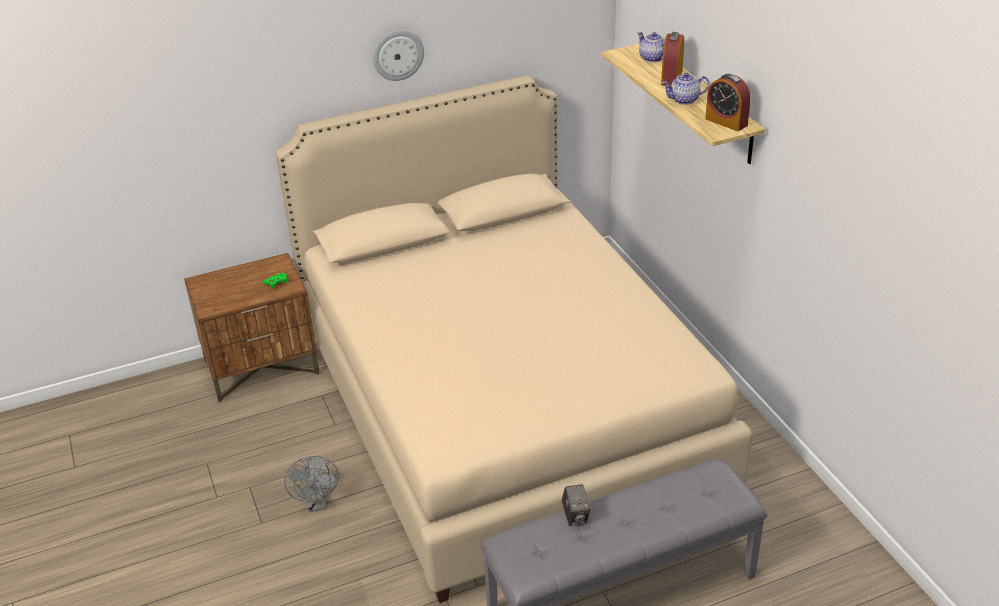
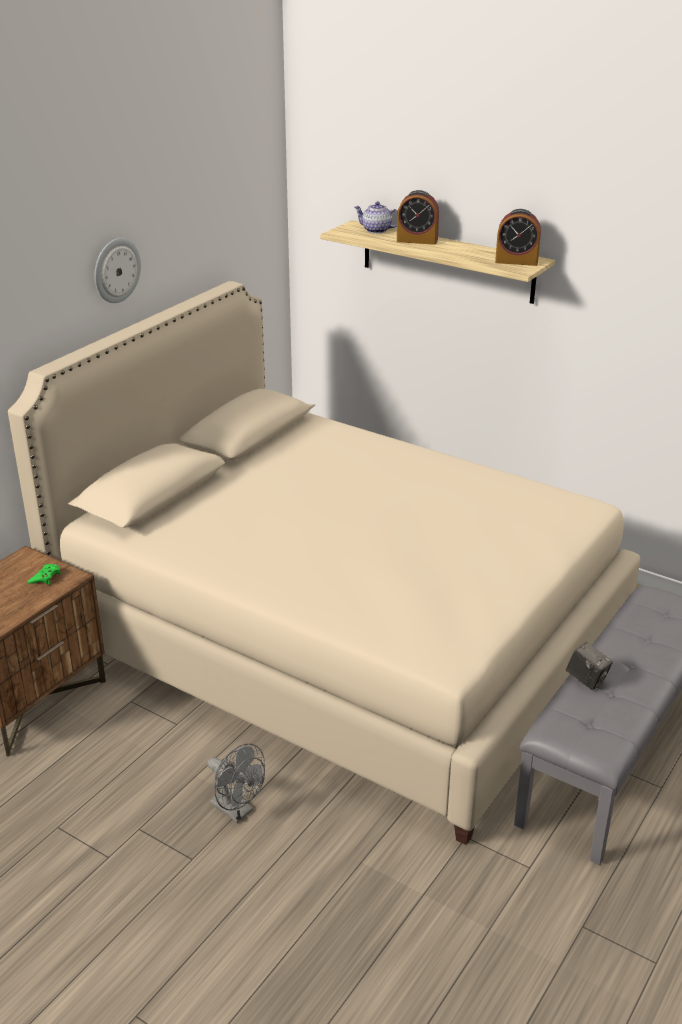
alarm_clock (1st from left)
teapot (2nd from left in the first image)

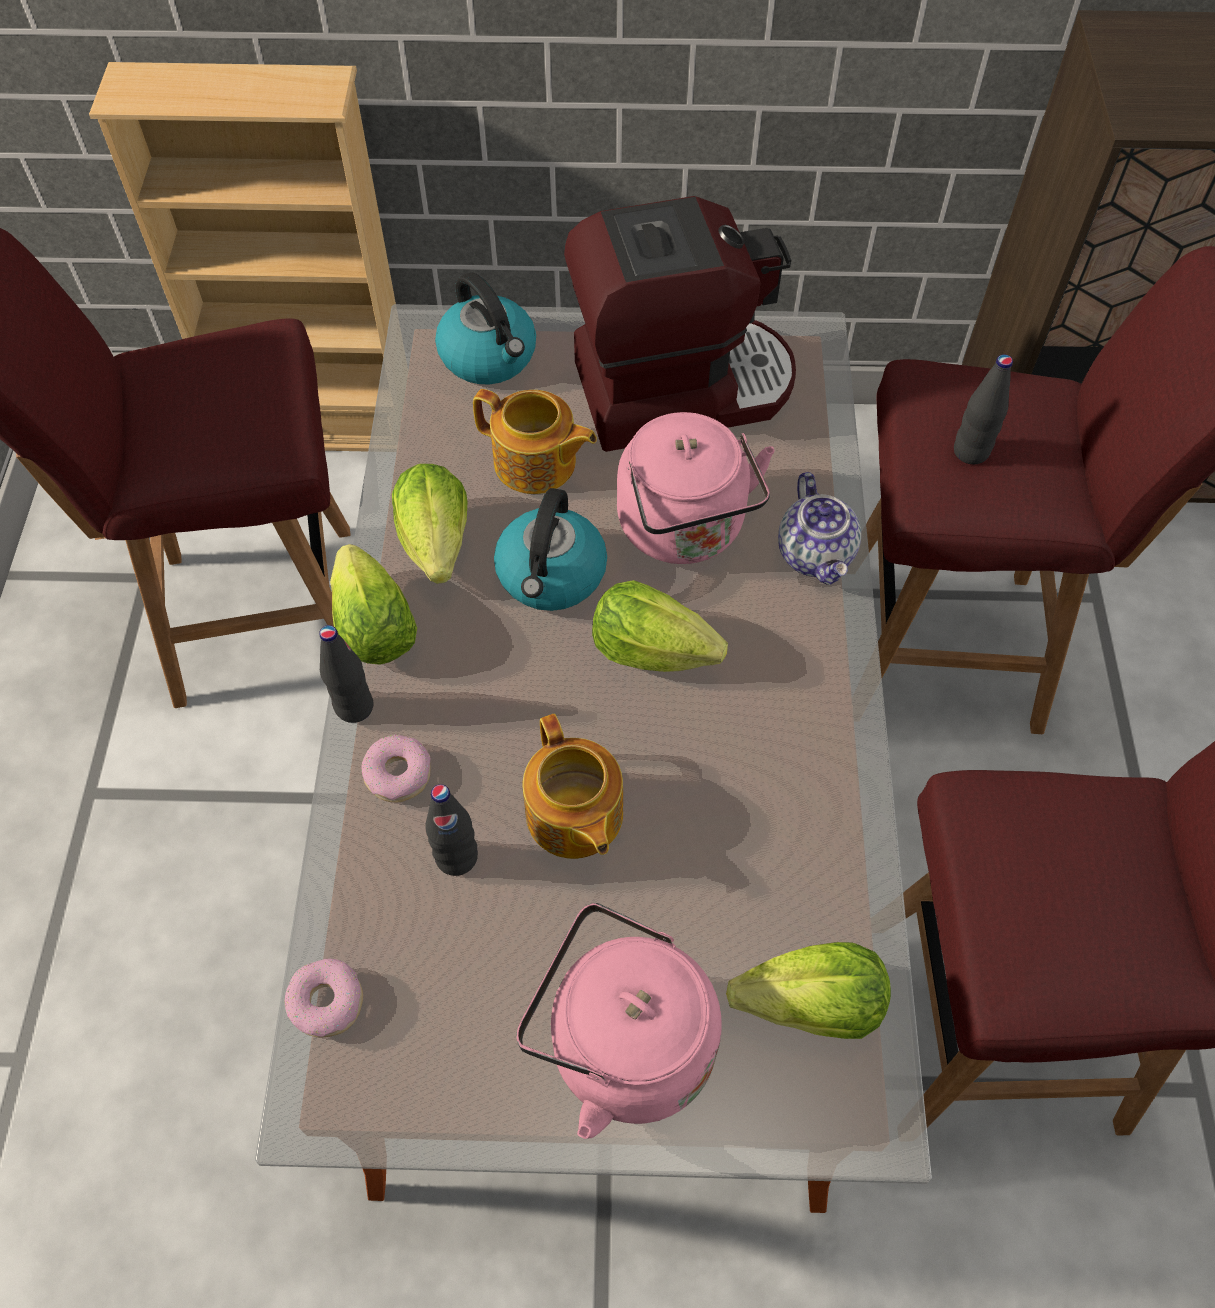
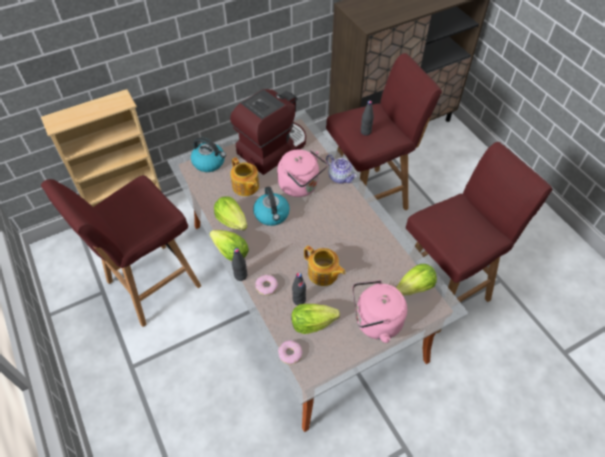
teapot (1st from left)
lettuce (3rd from left)

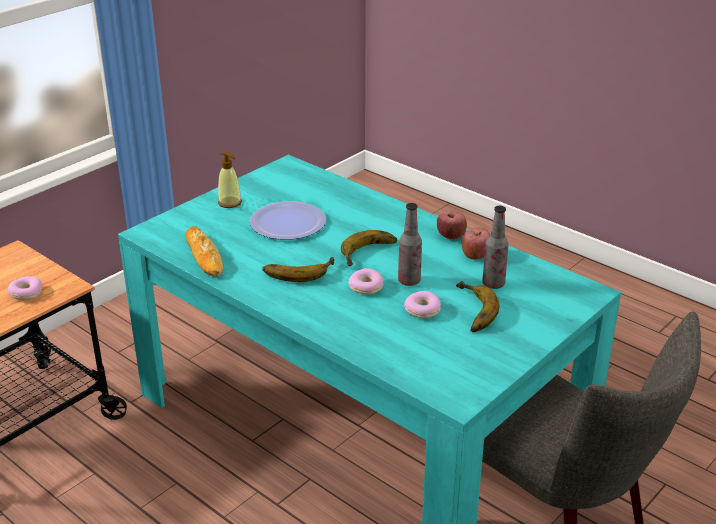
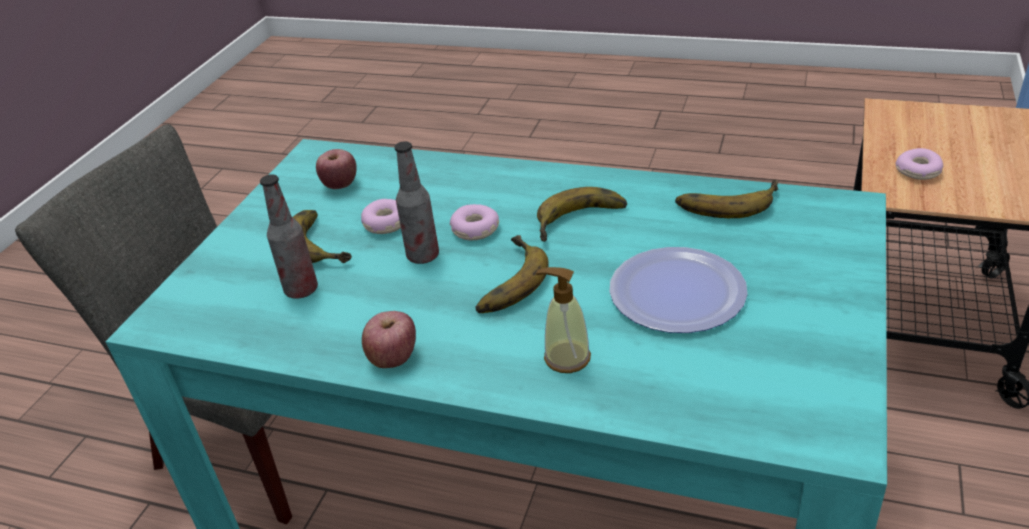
soap_dispenser
banana (4th from left)
apple (1st from left)

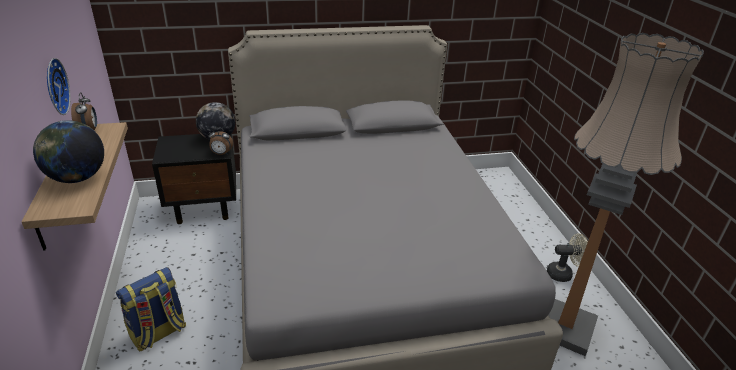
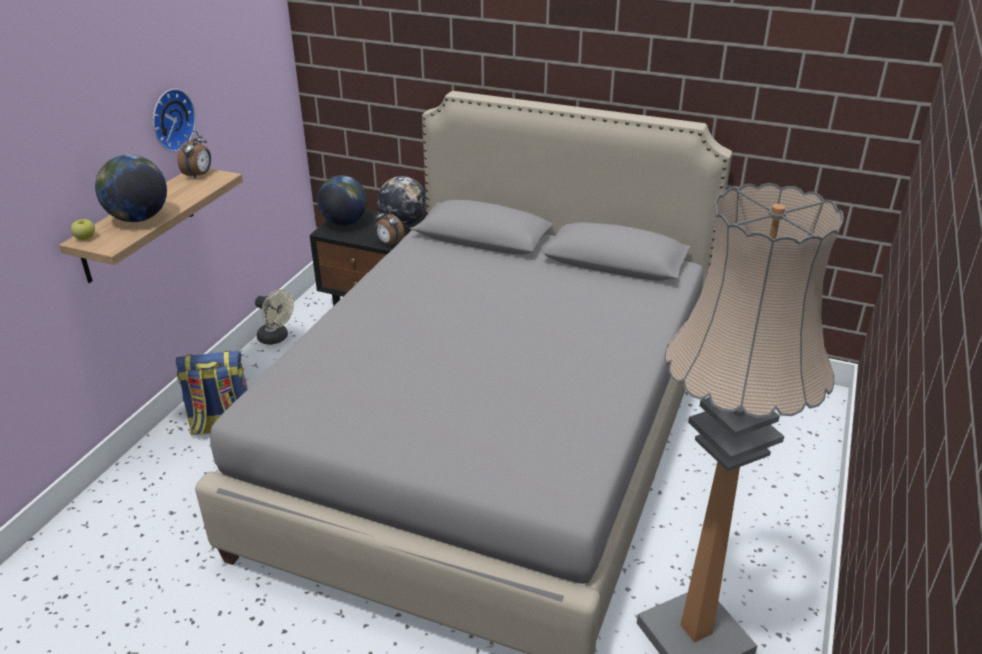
beige_fan
globe (2nd from left)
apple

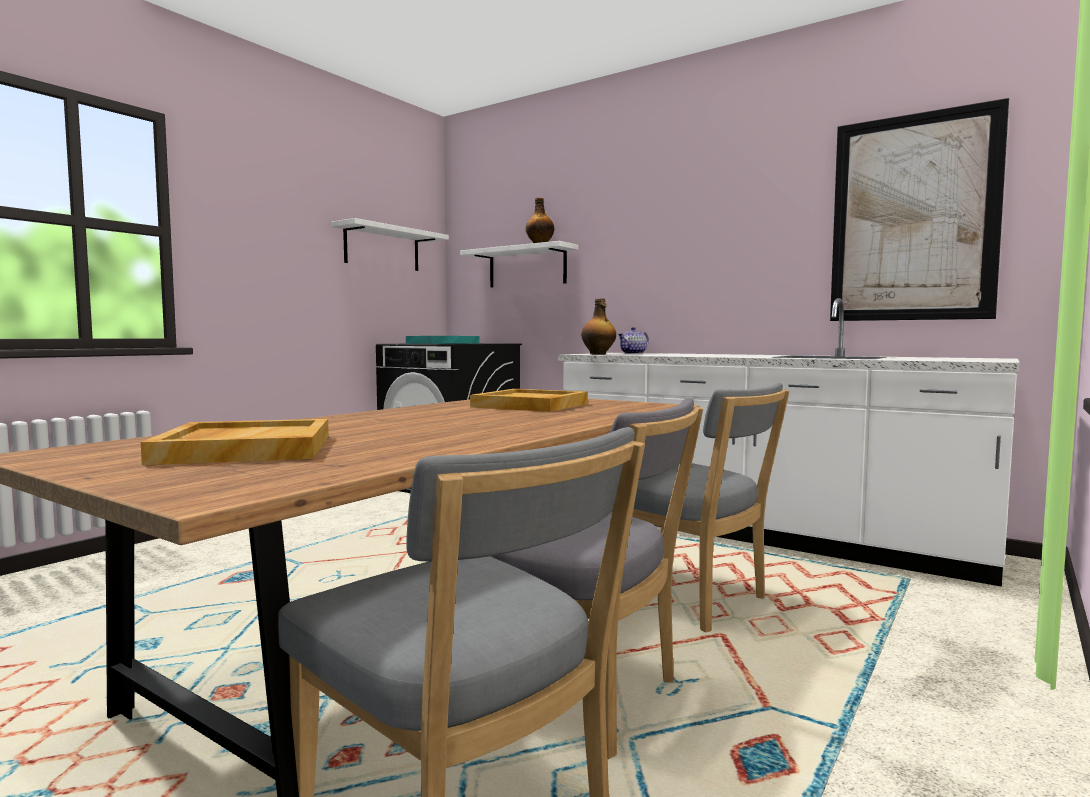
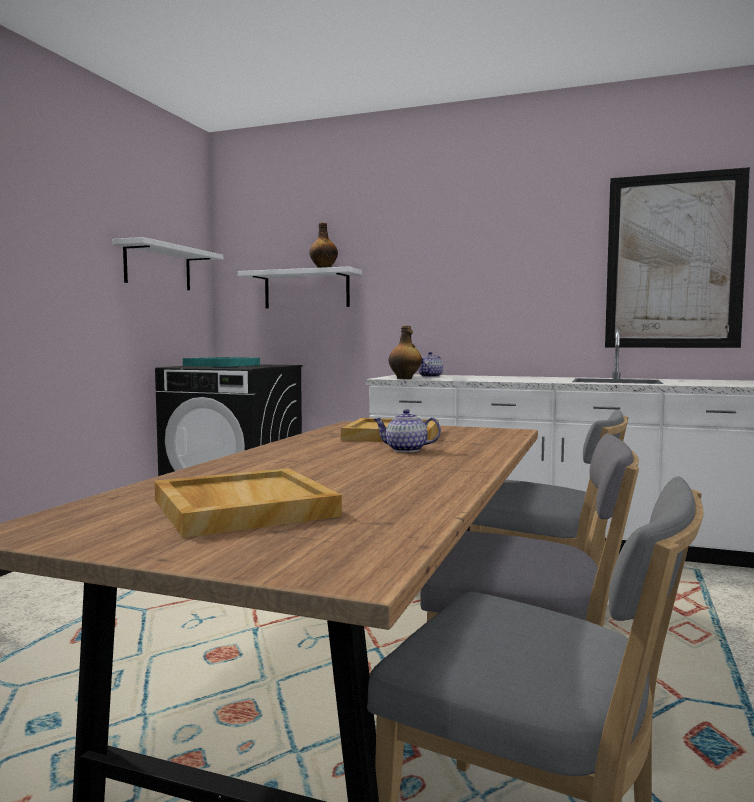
teapot (1st from left)

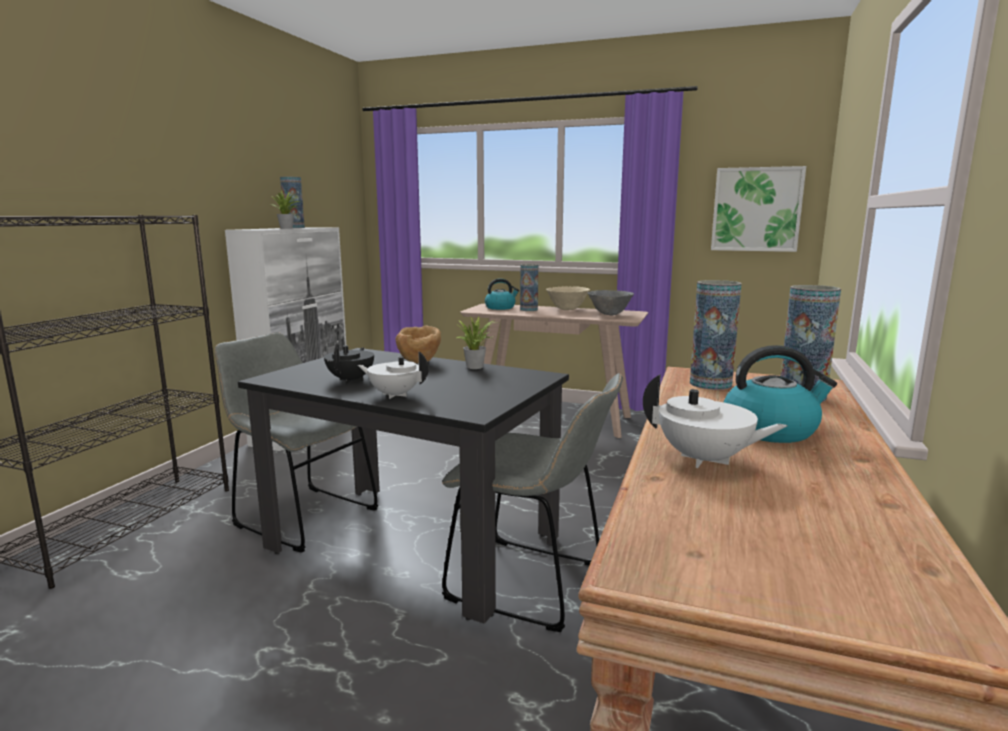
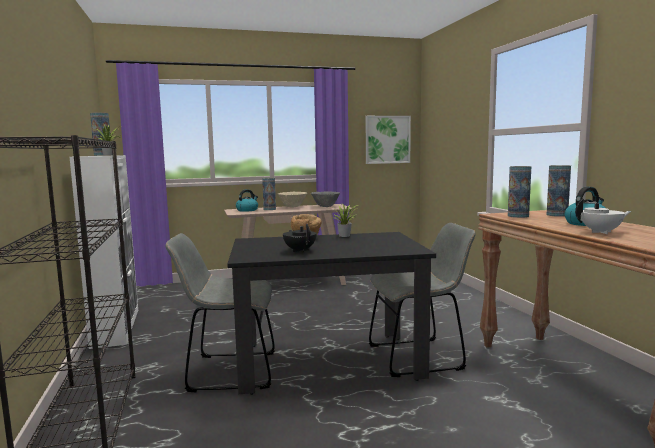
white_teapot (1st from left in the first image)

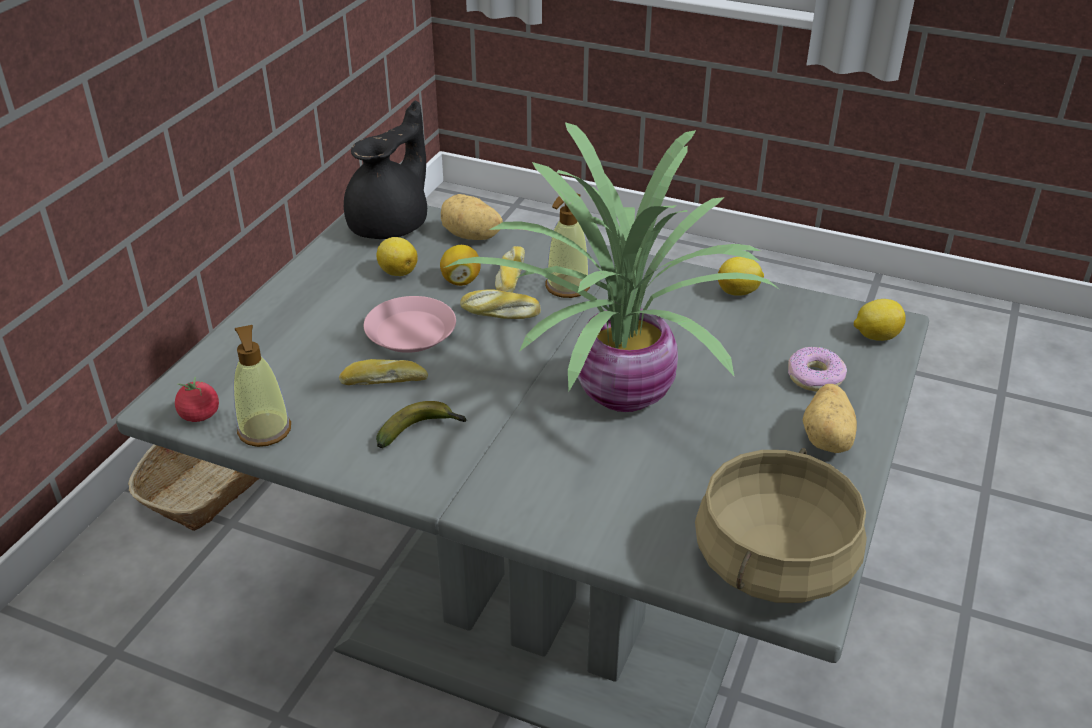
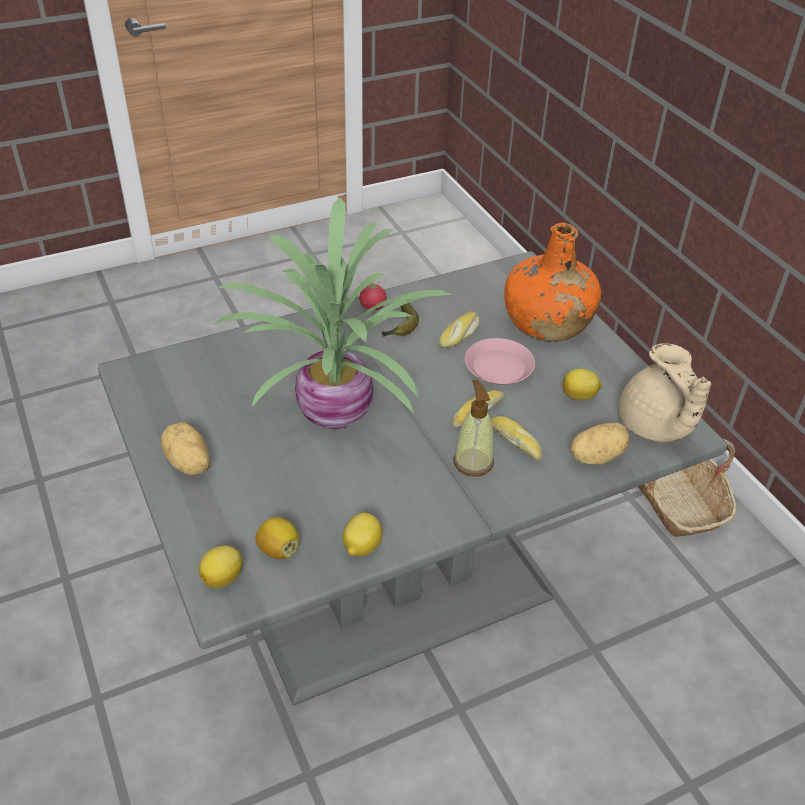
beige_teapot
lemon (2nd from left)
soap_dispenser (1st from left in the first image)
donut
tomato
beige_cooking_pot
orange_bottle

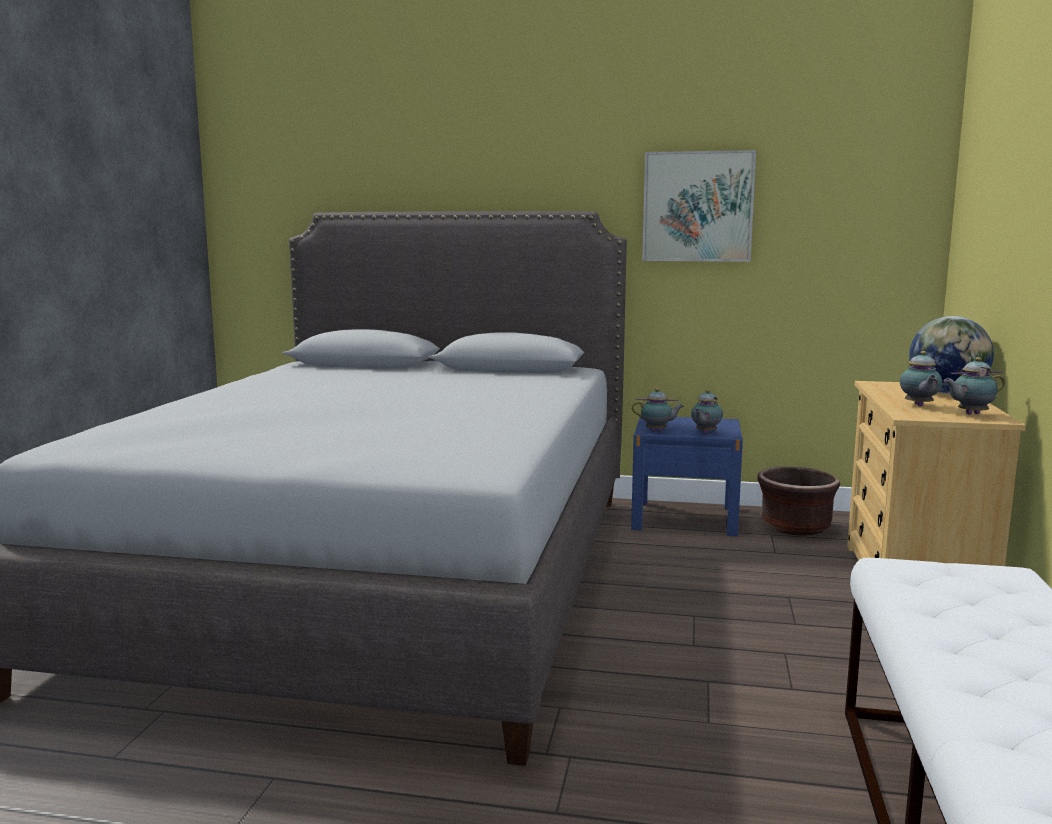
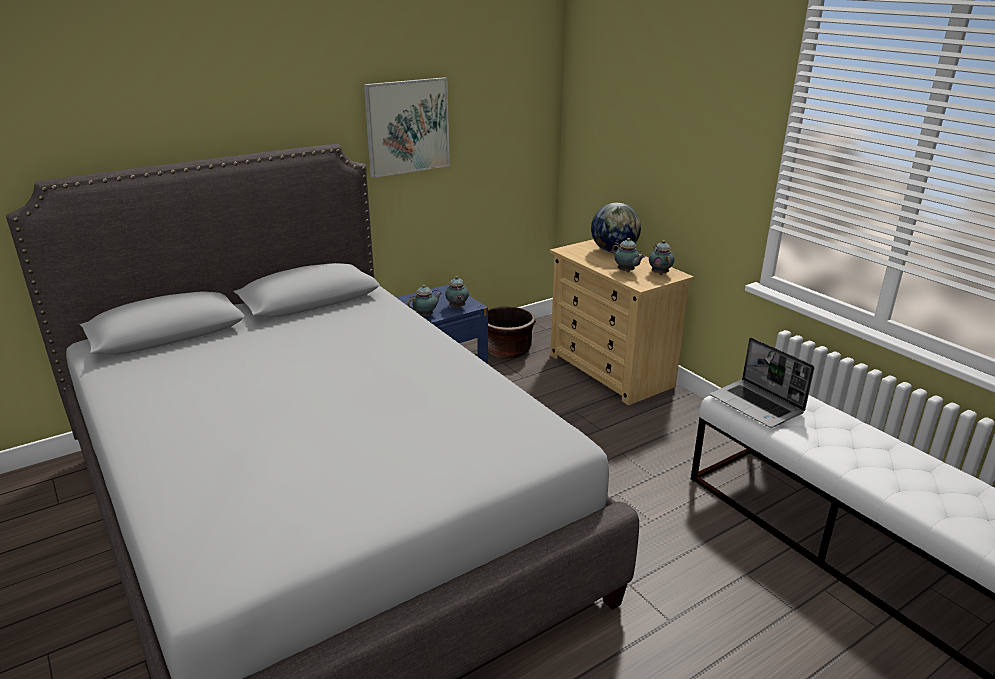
teapot (4th from left)
laptop

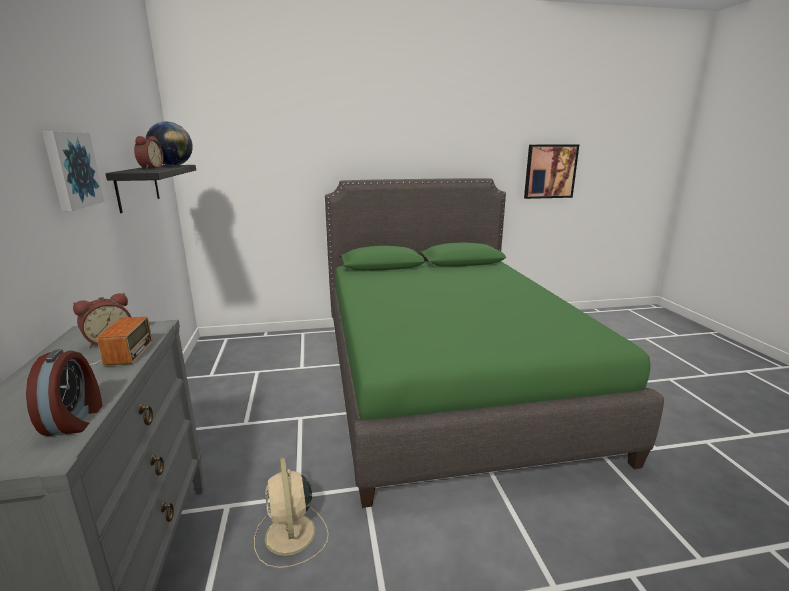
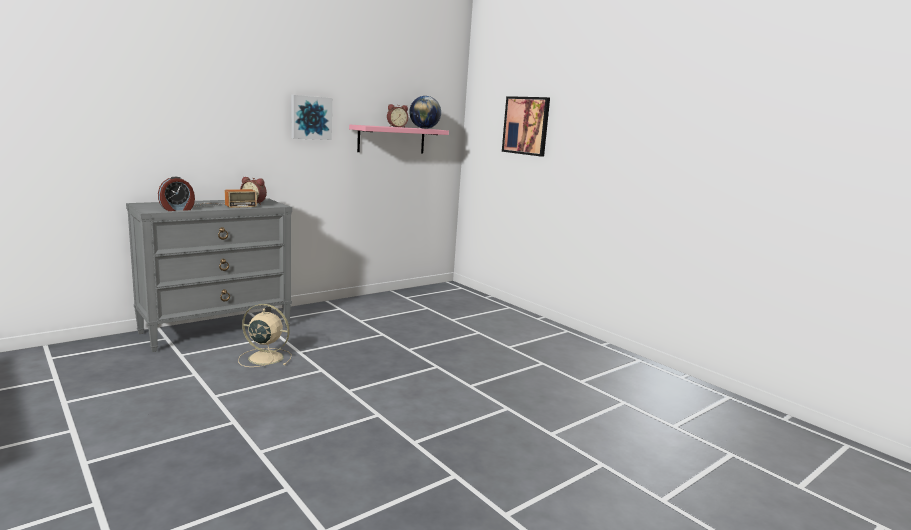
picture (2nd from left)
pink_shelf
green_bed
beige_fan

